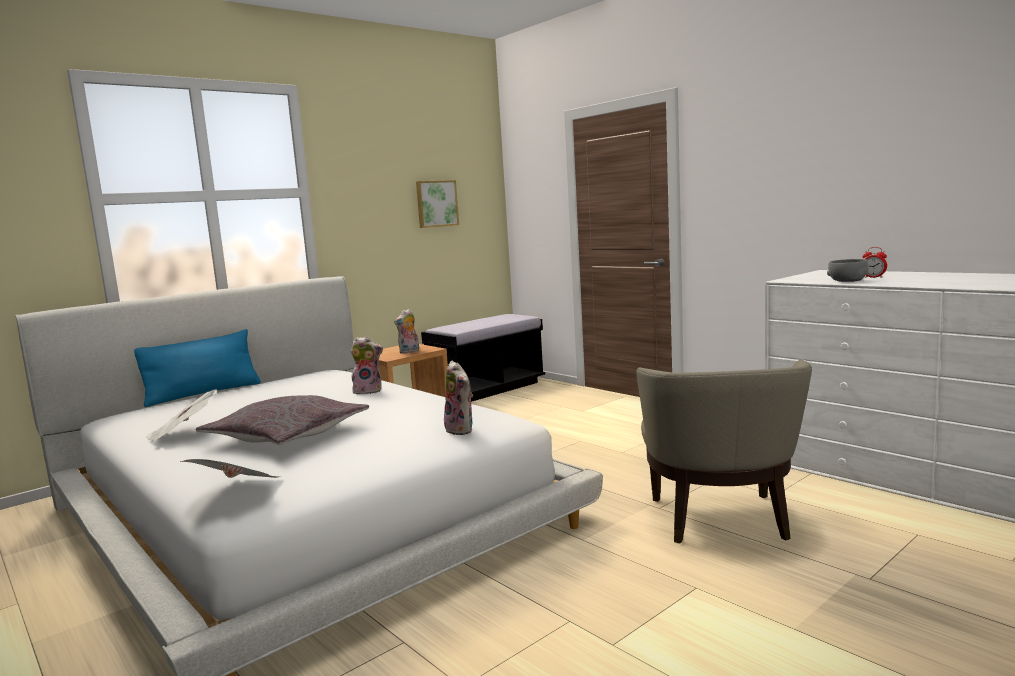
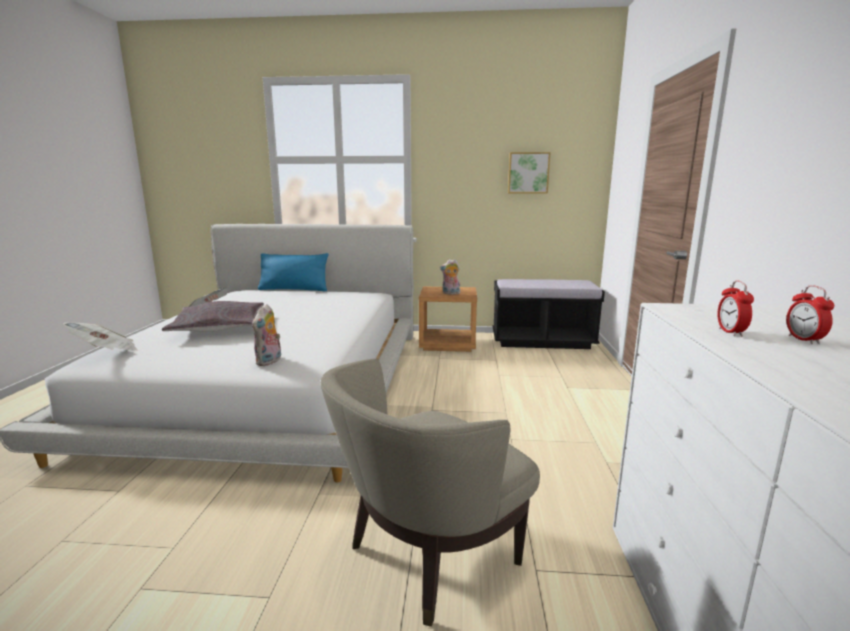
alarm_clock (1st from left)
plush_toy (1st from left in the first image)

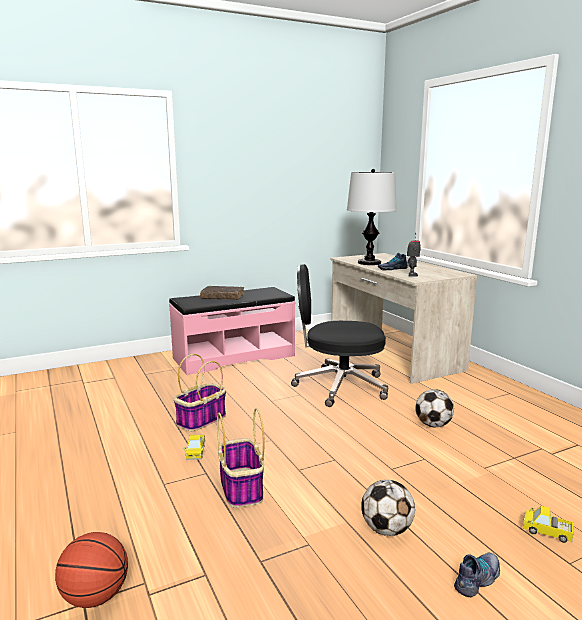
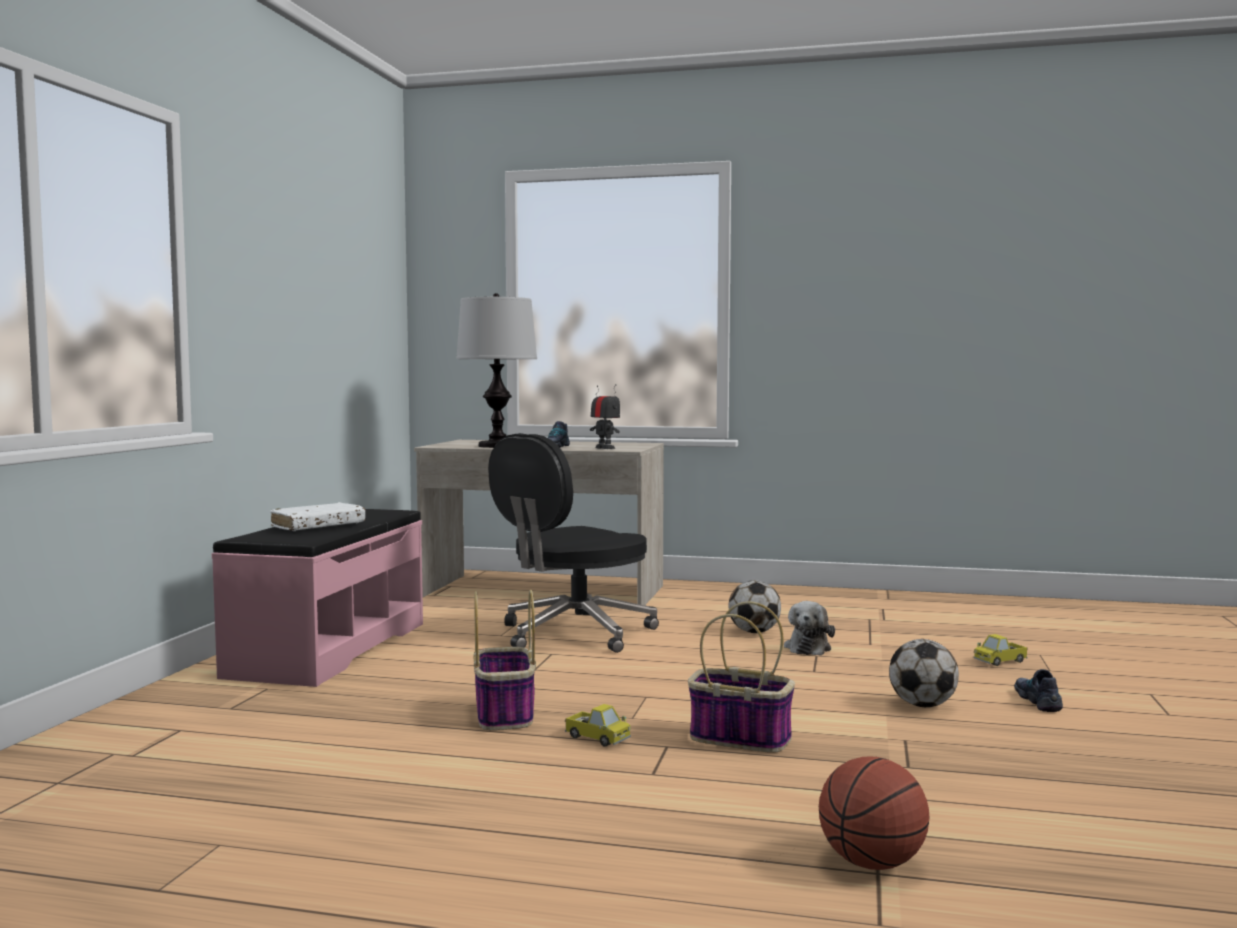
white_book
plush_toy

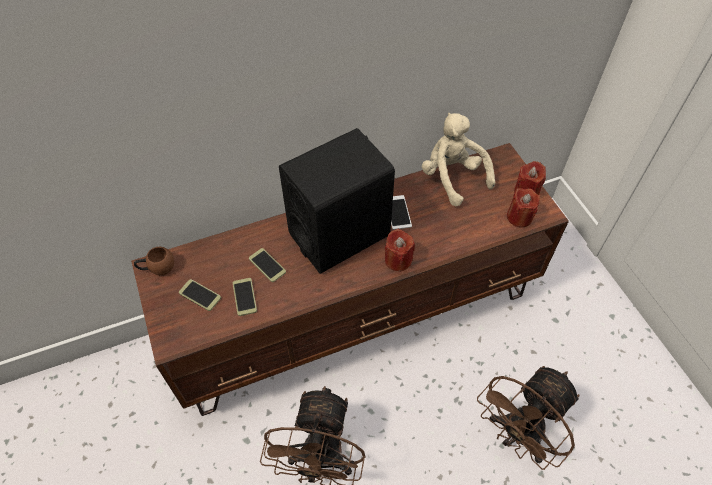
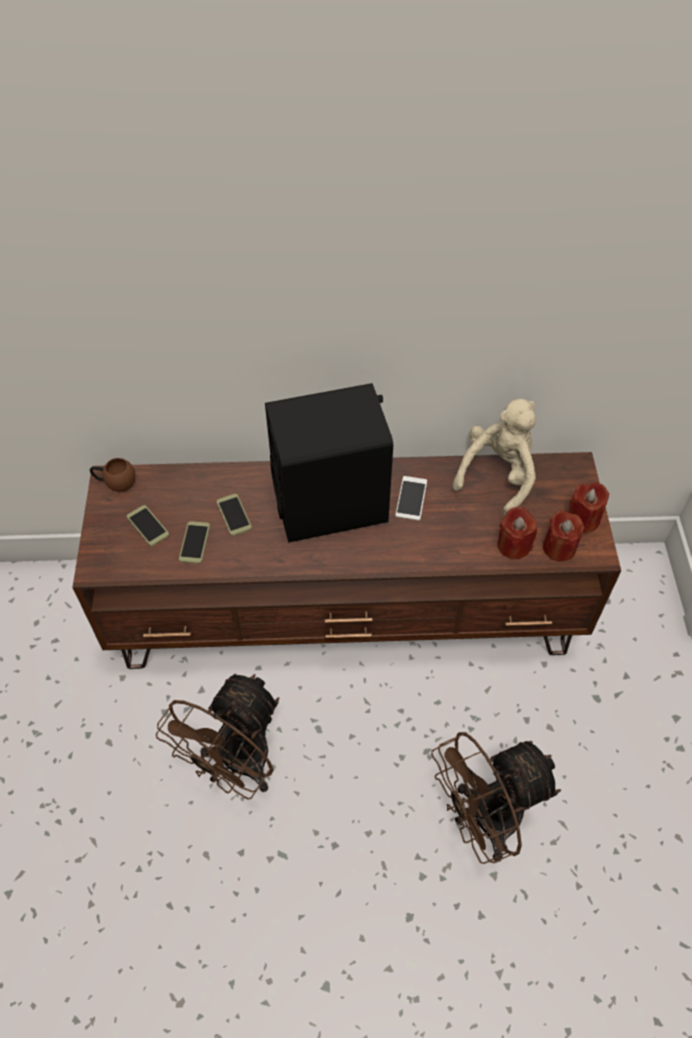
beige_plush_toy
red_candle (1st from left)

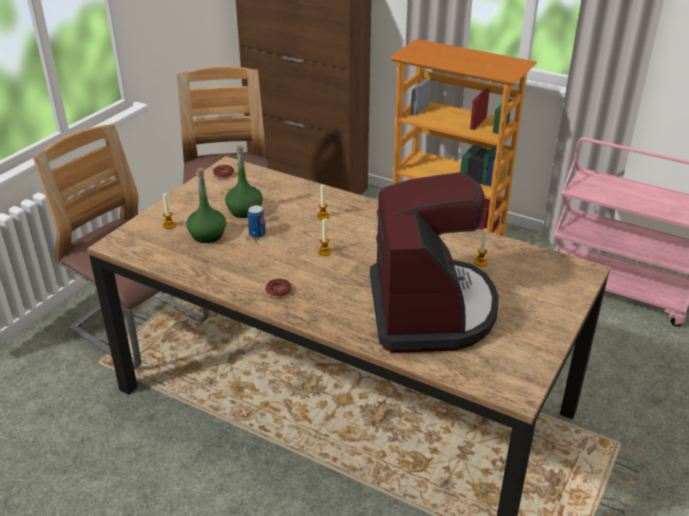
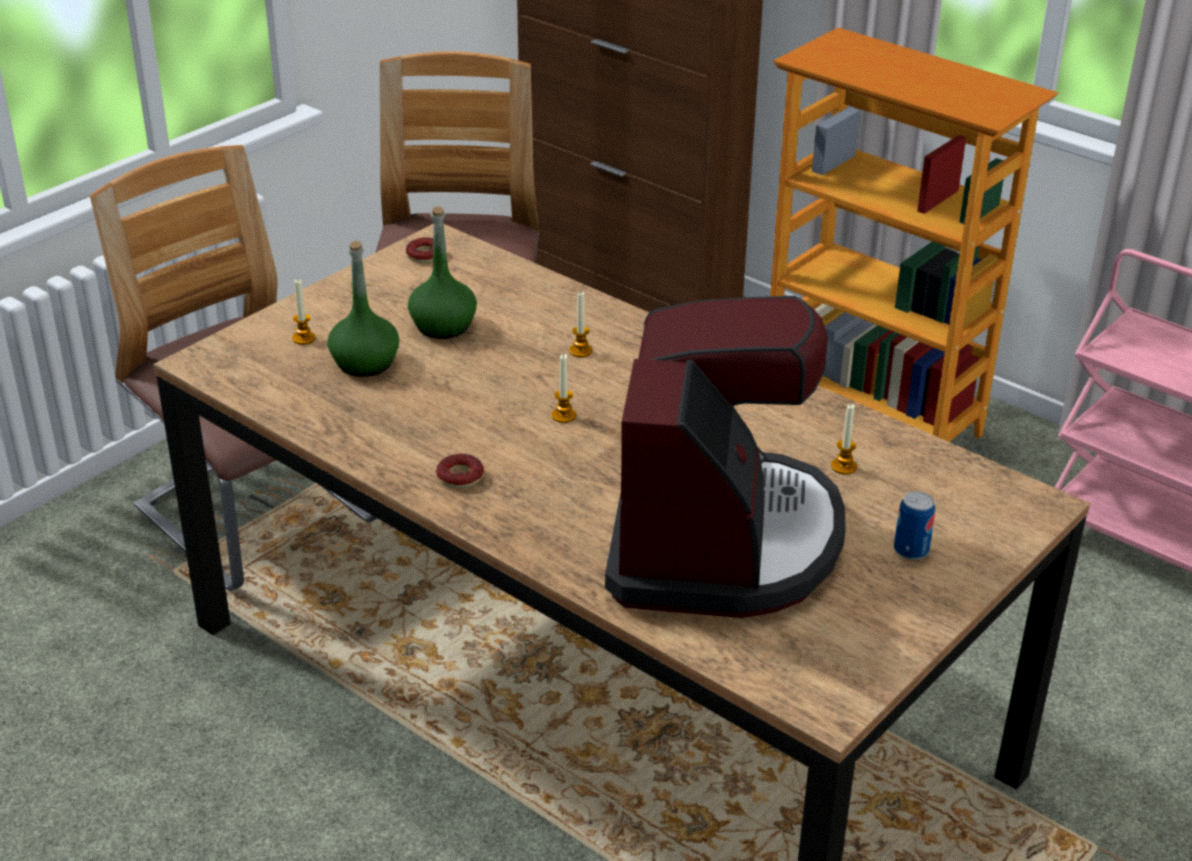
can

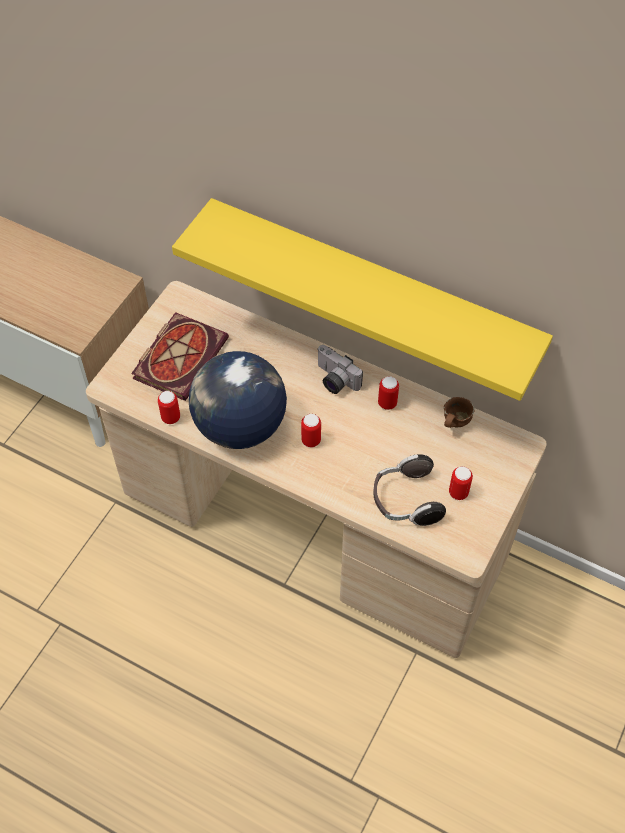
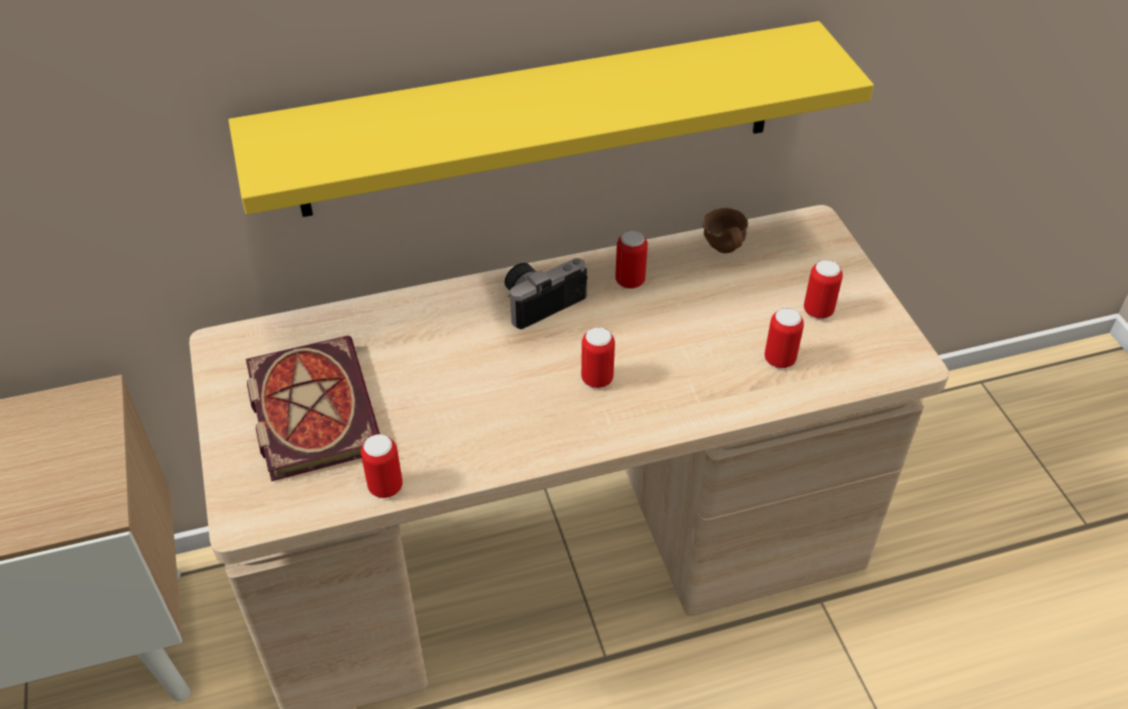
photo_camera
globe
can (4th from left)

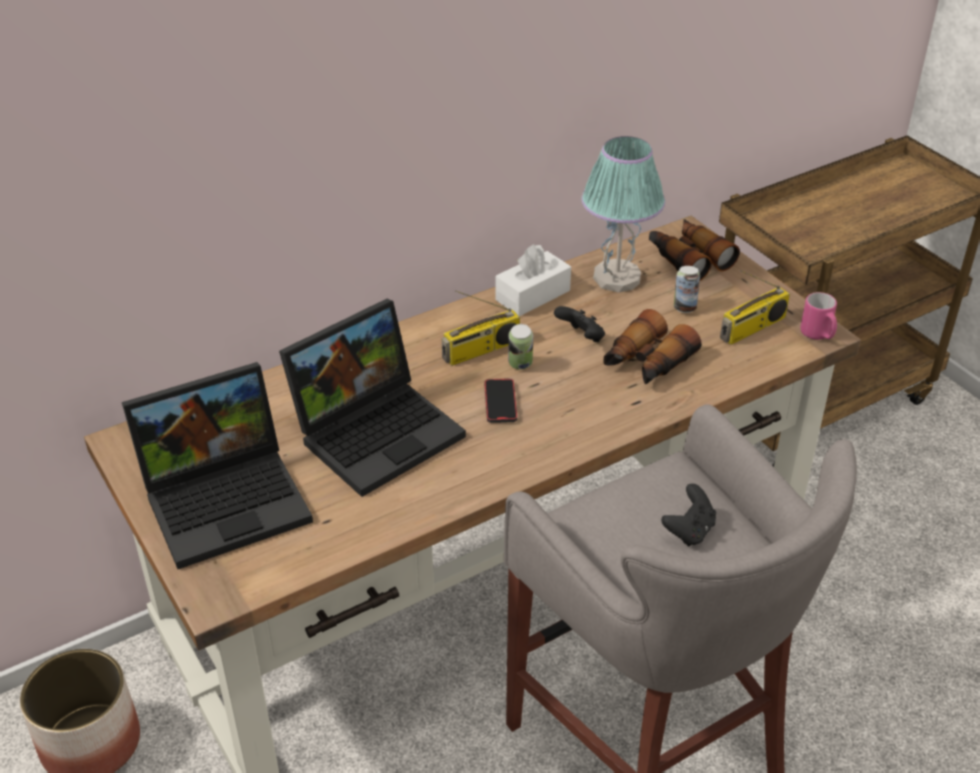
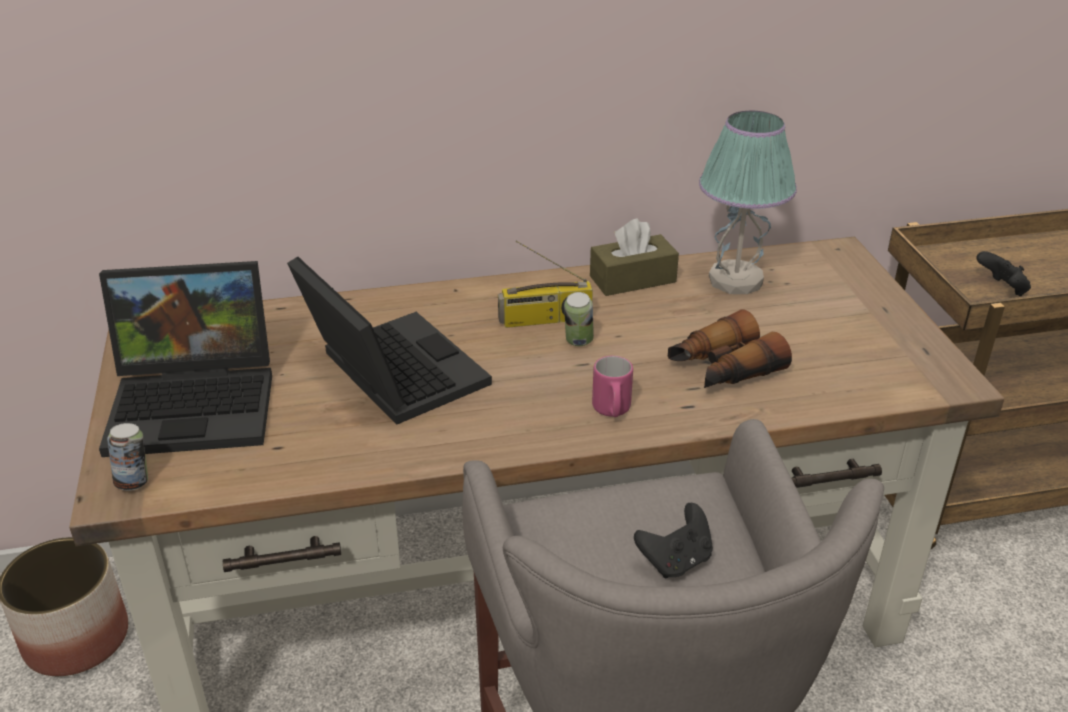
binoculars (2nd from left in the first image)
brown_tissue_box
can (1st from left)
radio (2nd from left in the first image)
pink_mug
laptop (2nd from left)
black_game_controller (2nd from left)
phone

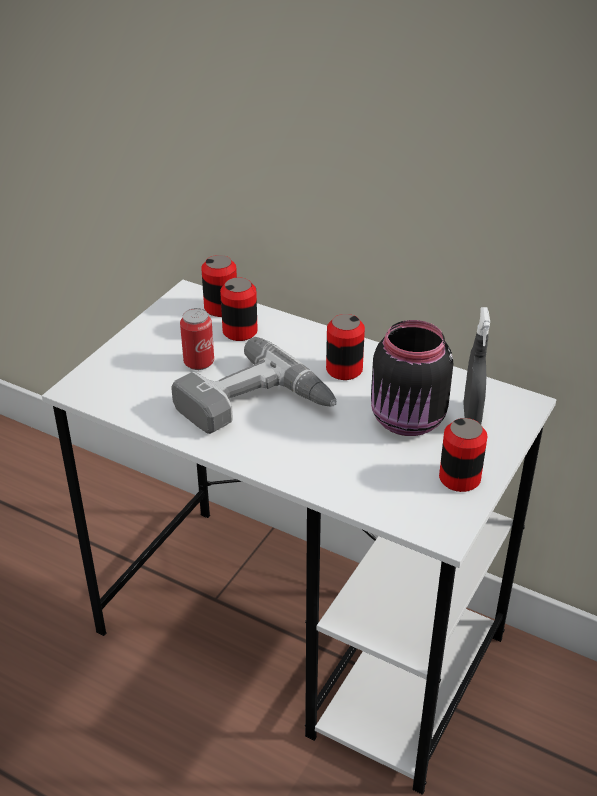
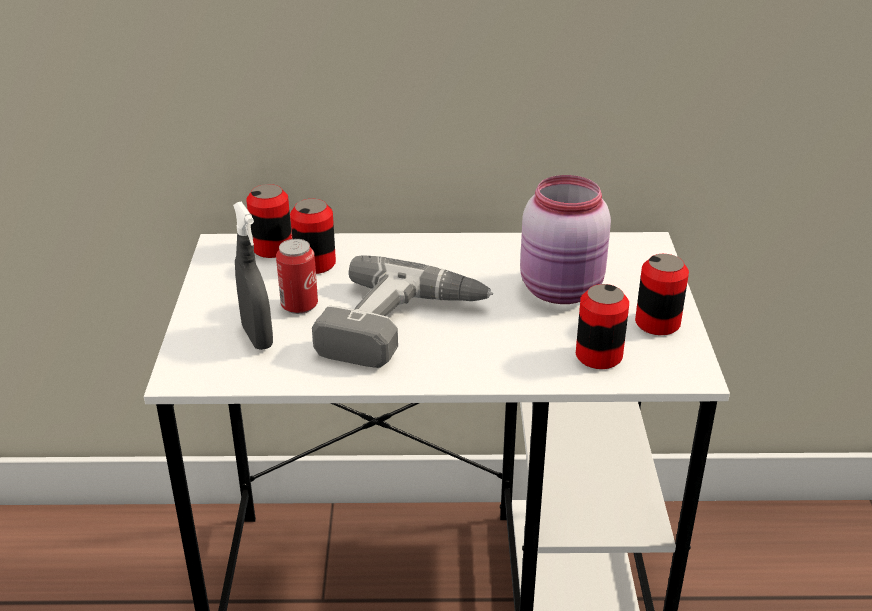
grey_spray_bottle
can (4th from left)
pink_jar

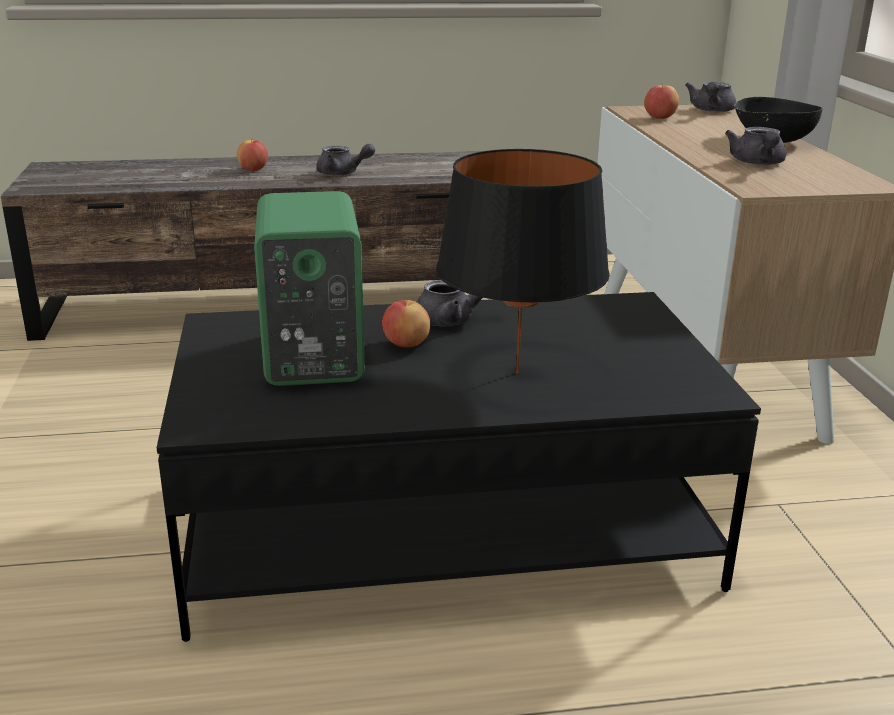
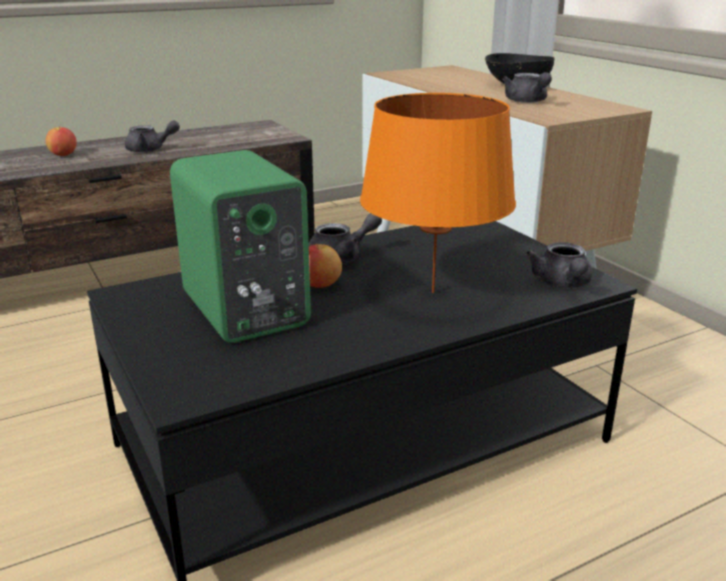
grey_teapot (4th from left)
apple (3rd from left in the first image)
orange_table_lamp

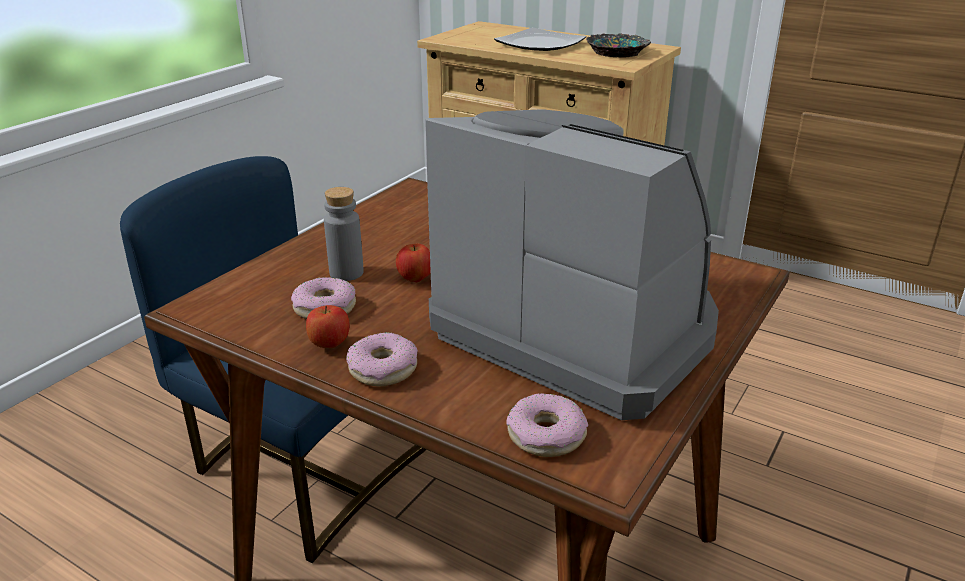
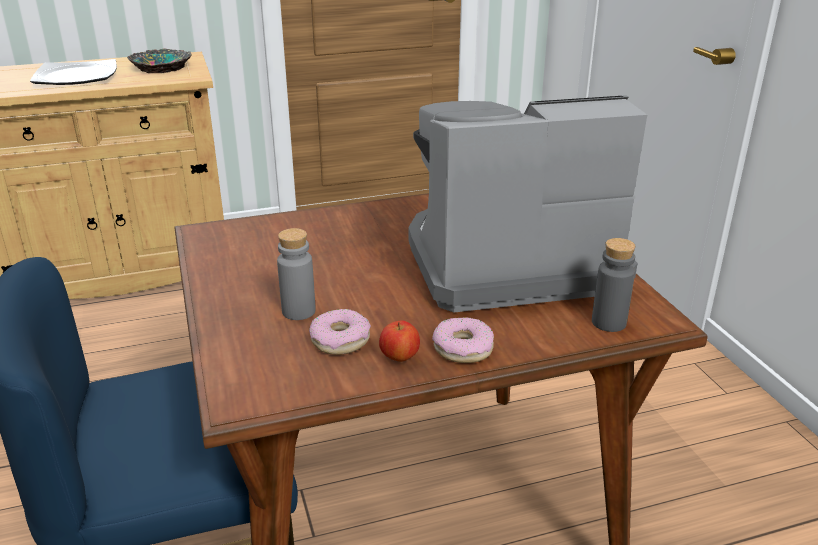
apple (2nd from left in the first image)
grey_bottle (2nd from left)

